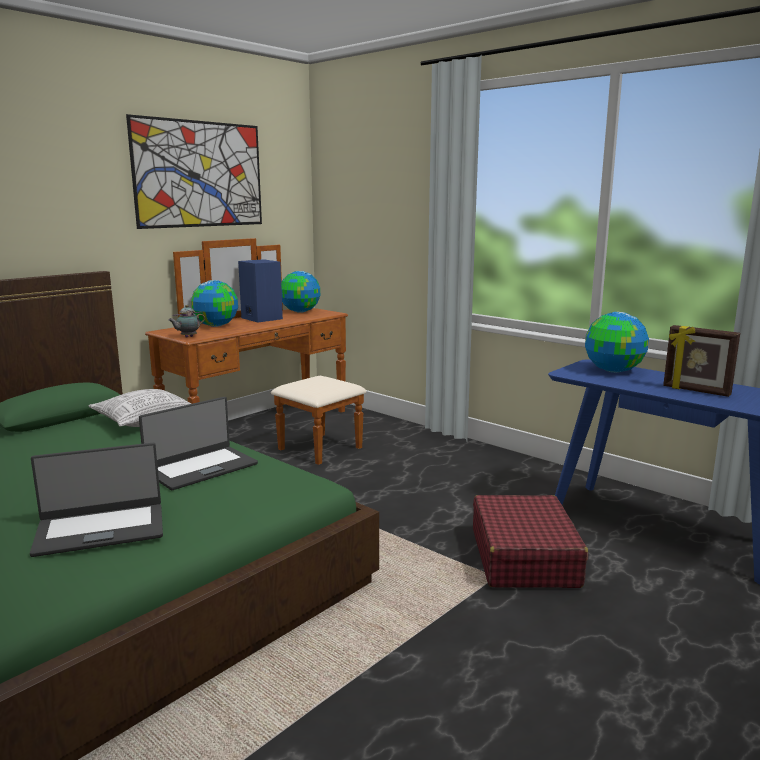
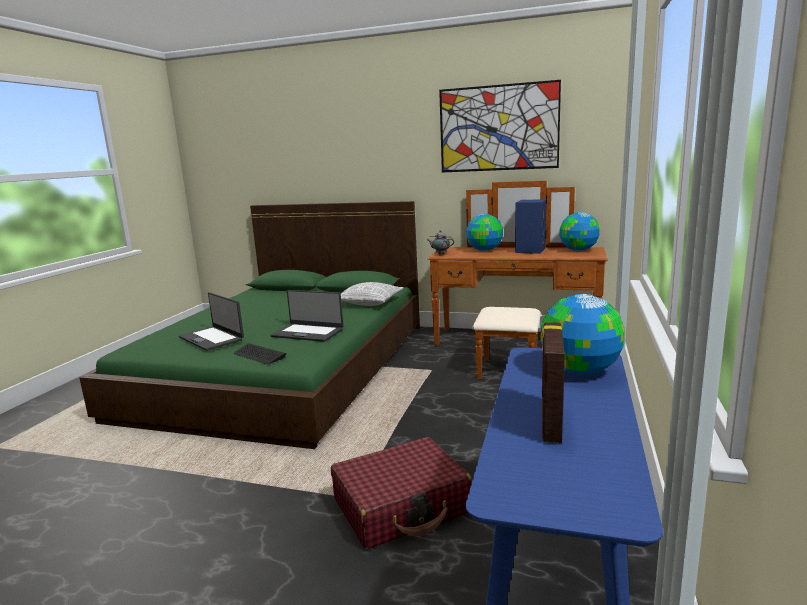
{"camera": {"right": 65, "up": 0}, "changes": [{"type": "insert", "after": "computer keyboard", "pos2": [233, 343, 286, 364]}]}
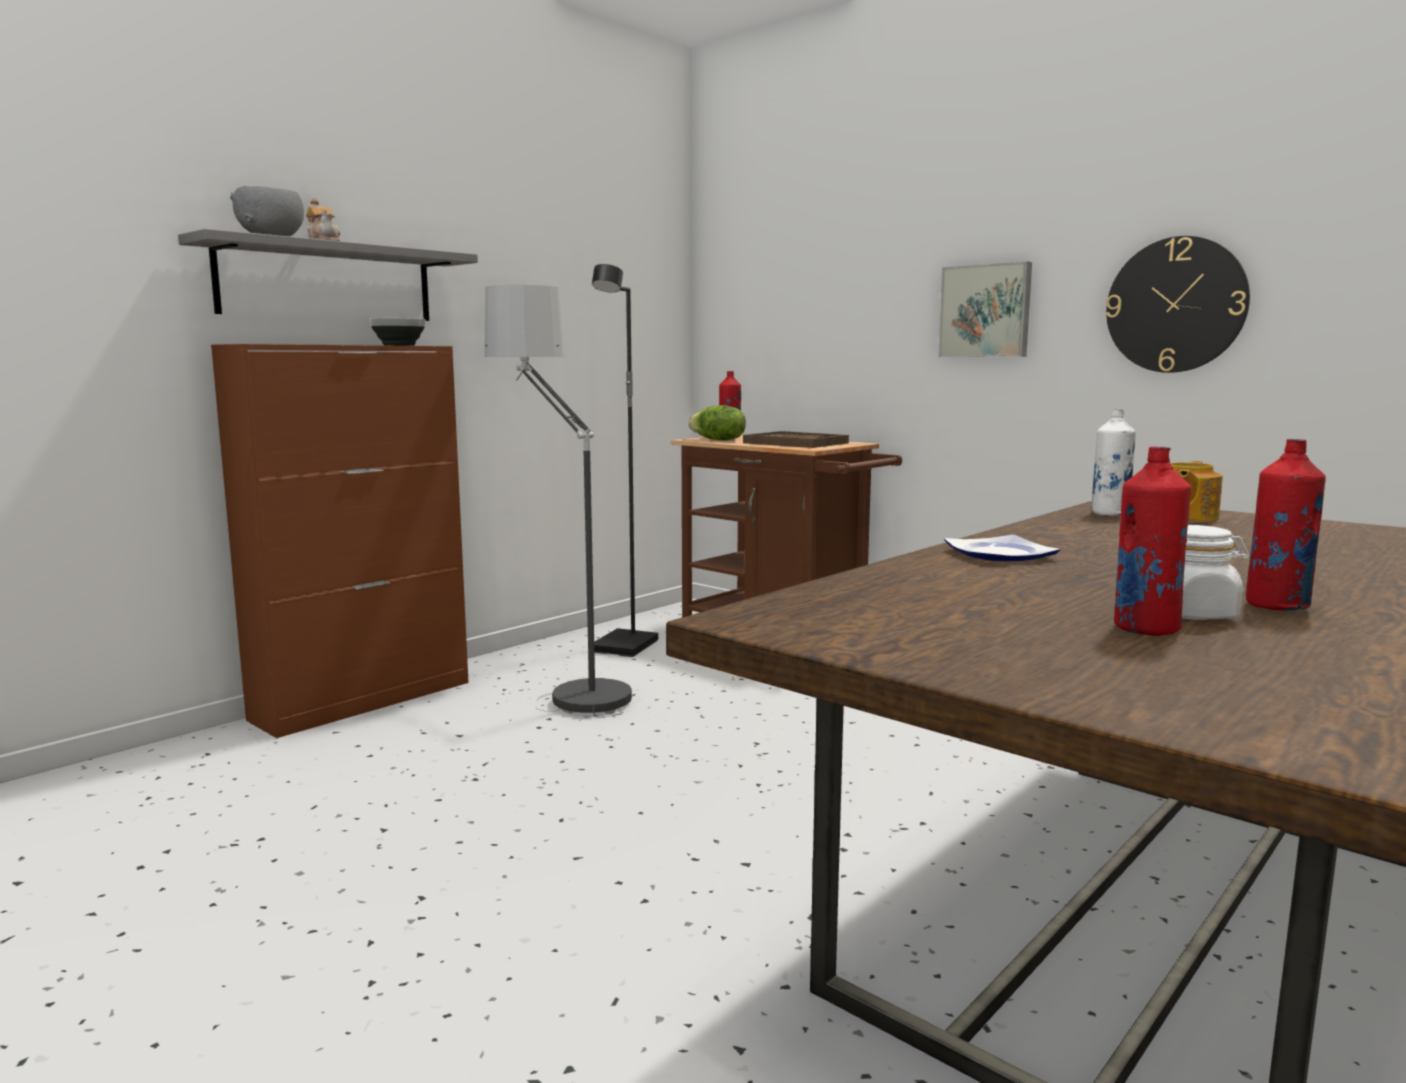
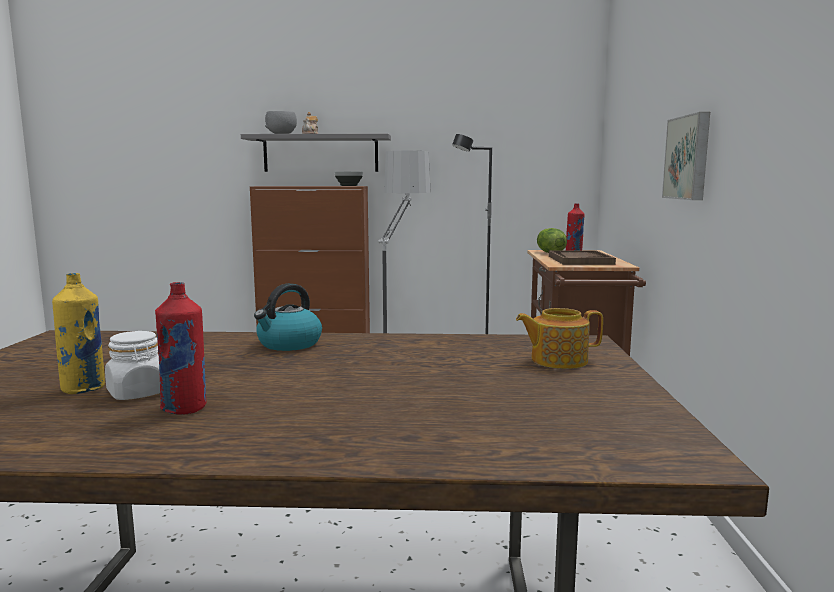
{"camera": {"right": 50, "up": 0}, "changes": [{"type": "delete", "before": "clock on the wall", "pos1": [1106, 236, 1250, 373]}, {"type": "delete", "before": "beverage bottle (white)", "pos1": [1091, 409, 1136, 516]}, {"type": "recolor", "before": "beverage bottle (reddish)", "after": "beverage bottle (yellowish)", "pos1": [1114, 447, 1191, 636], "pos2": [52, 273, 105, 394]}, {"type": "replace", "before": "flat dish", "after": "water kettle", "pos1": [944, 535, 1060, 561], "pos2": [254, 283, 322, 351]}]}
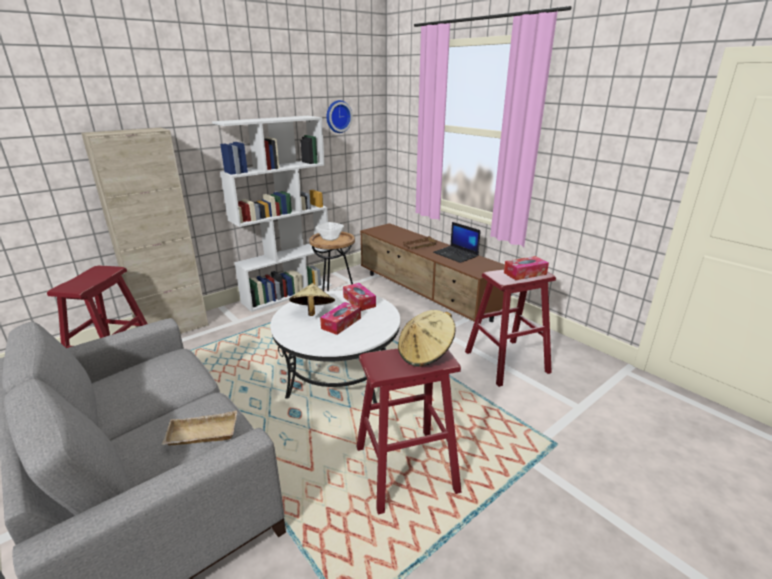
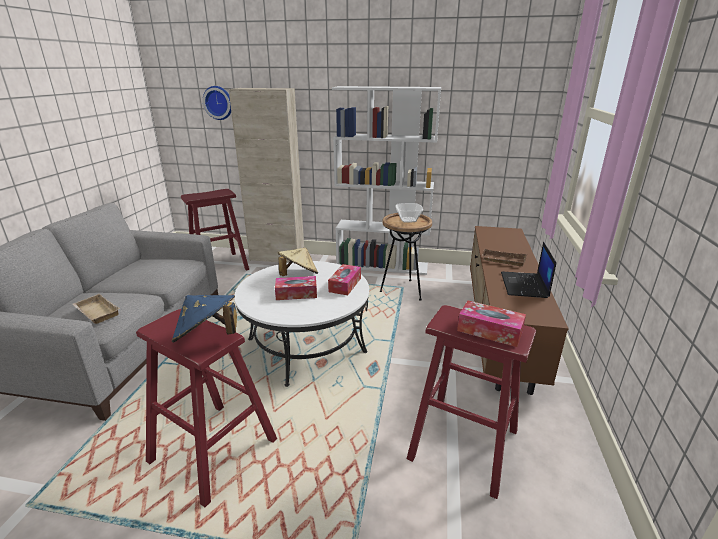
{"camera": {"right": 50, "up": 0}, "changes": [{"type": "move", "before": "clock on the wall", "pos1": [326, 100, 353, 133], "pos2": [203, 86, 231, 120]}, {"type": "recolor", "before": "wearable hat (beige-coloured)", "after": "wearable hat (bluish)", "pos1": [398, 310, 456, 367], "pos2": [172, 295, 237, 343]}]}
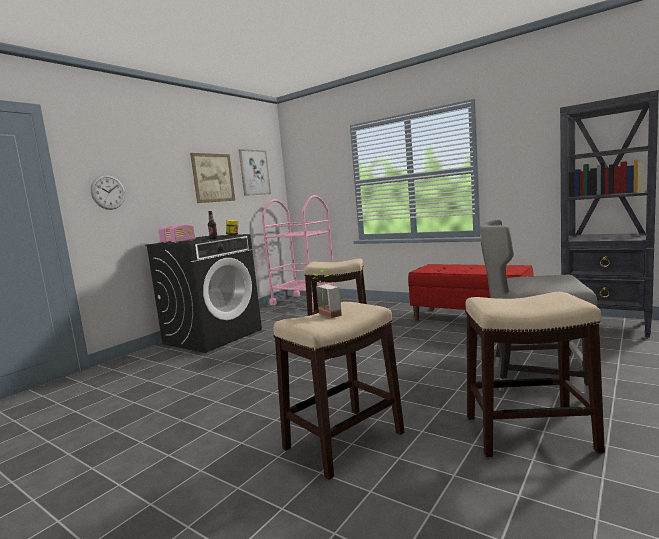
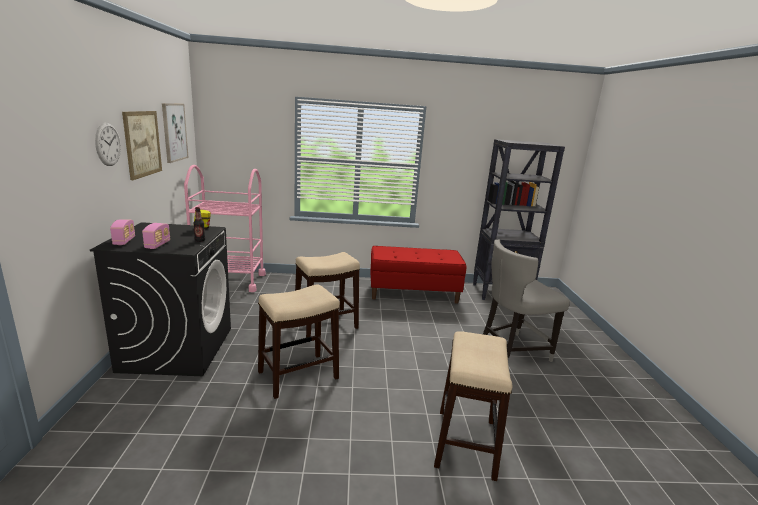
{"camera": {"right": -40, "up": 10}, "changes": [{"type": "move", "before": "clock on the wall", "pos1": [90, 175, 125, 210], "pos2": [95, 122, 121, 166]}, {"type": "delete", "before": "plant in a pot", "pos1": [312, 270, 342, 318]}, {"type": "move", "before": "stool seat", "pos1": [465, 292, 605, 457], "pos2": [258, 285, 340, 399]}]}
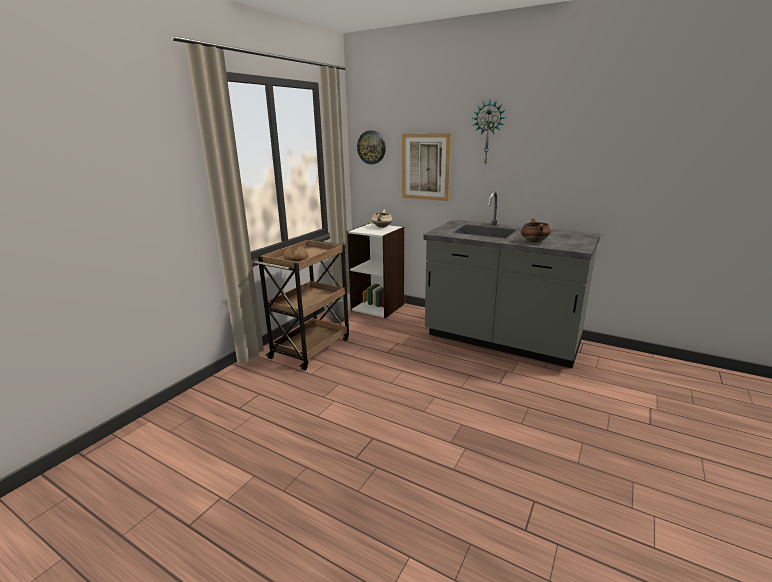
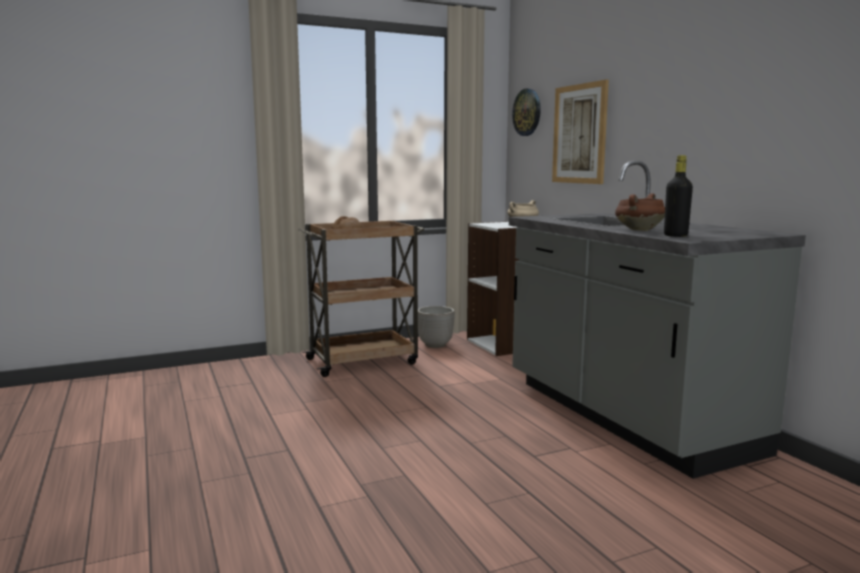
{"camera": {"right": 35, "up": -10}, "changes": [{"type": "delete", "before": "clock on the wall", "pos1": [472, 100, 506, 166]}, {"type": "insert", "after": "beverage bottle (black)", "pos2": [664, 155, 693, 237]}]}
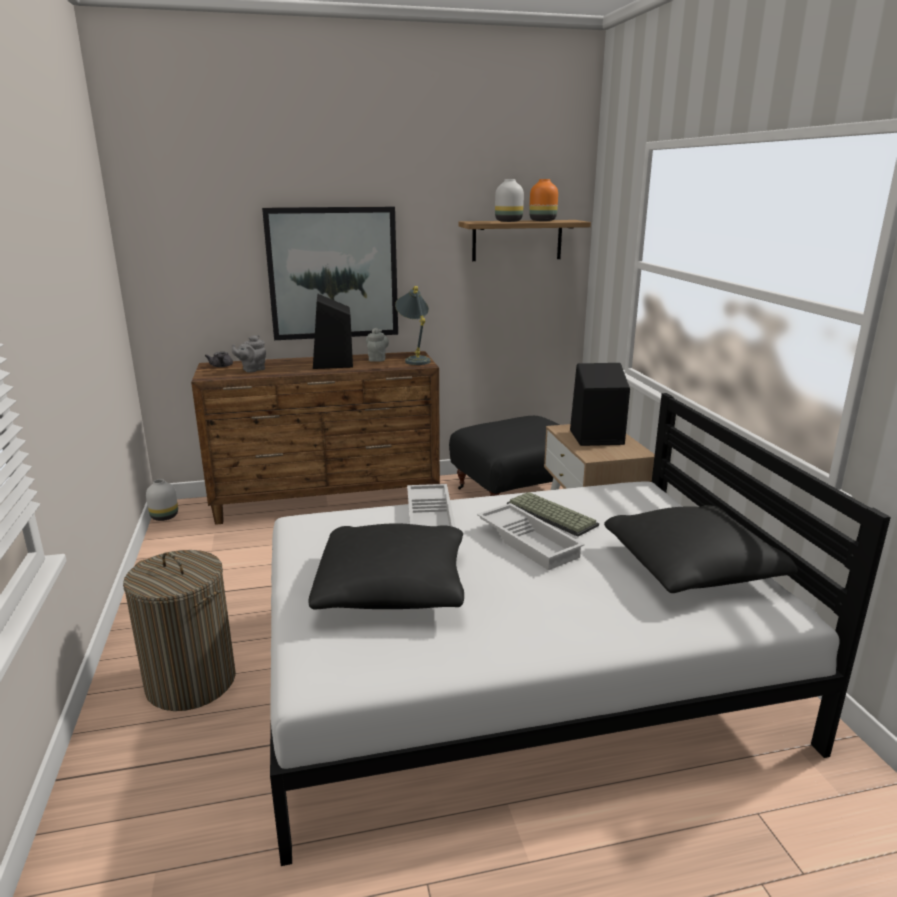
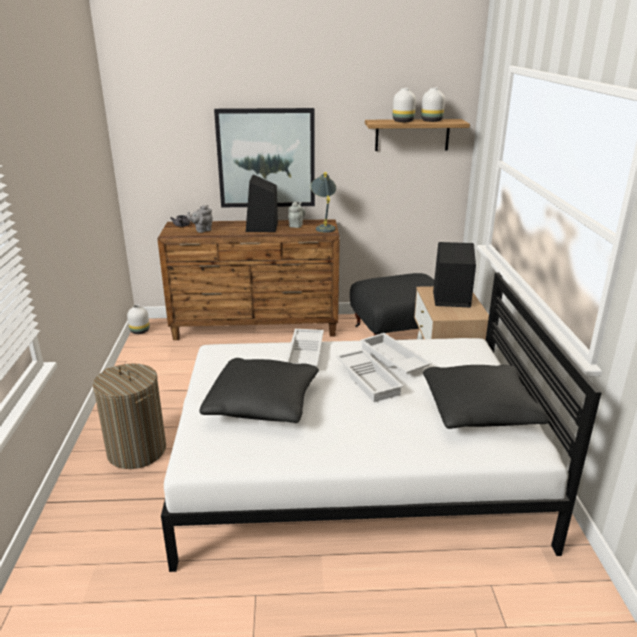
{"camera": {"right": 10, "up": 5}, "changes": [{"type": "recolor", "before": "decorative vase (orangey)", "after": "decorative vase (white)", "pos1": [529, 179, 558, 221], "pos2": [421, 87, 445, 122]}, {"type": "replace", "before": "computer keyboard", "after": "tray (white)", "pos1": [507, 492, 599, 537], "pos2": [360, 333, 431, 374]}]}
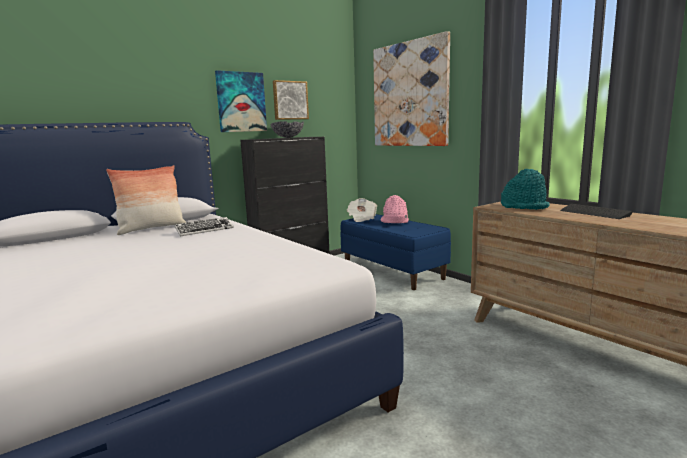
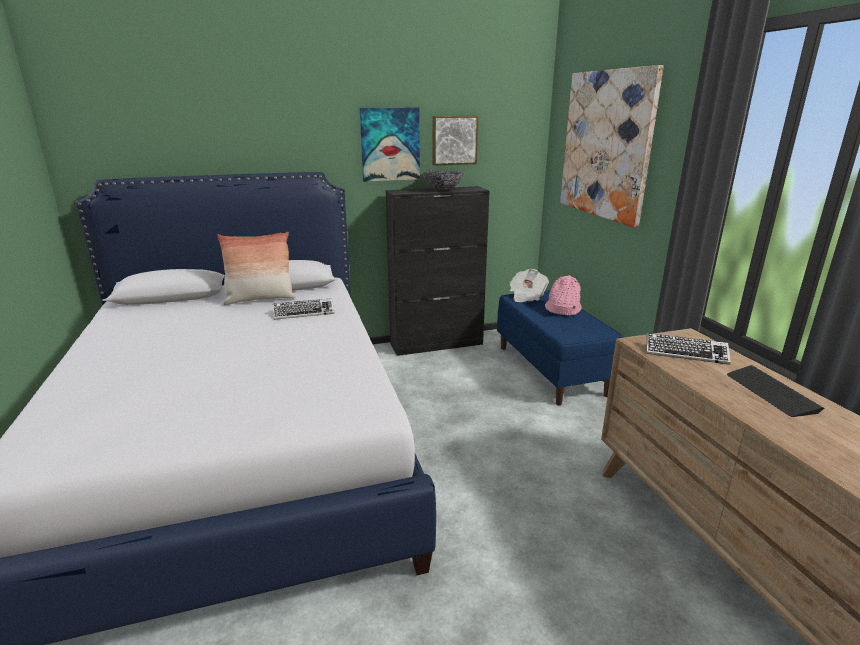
{"camera": {"right": 20, "up": 10}, "changes": [{"type": "replace", "before": "wearable hat (turquoise)", "after": "computer keyboard", "pos1": [501, 169, 550, 210], "pos2": [647, 333, 731, 365]}]}
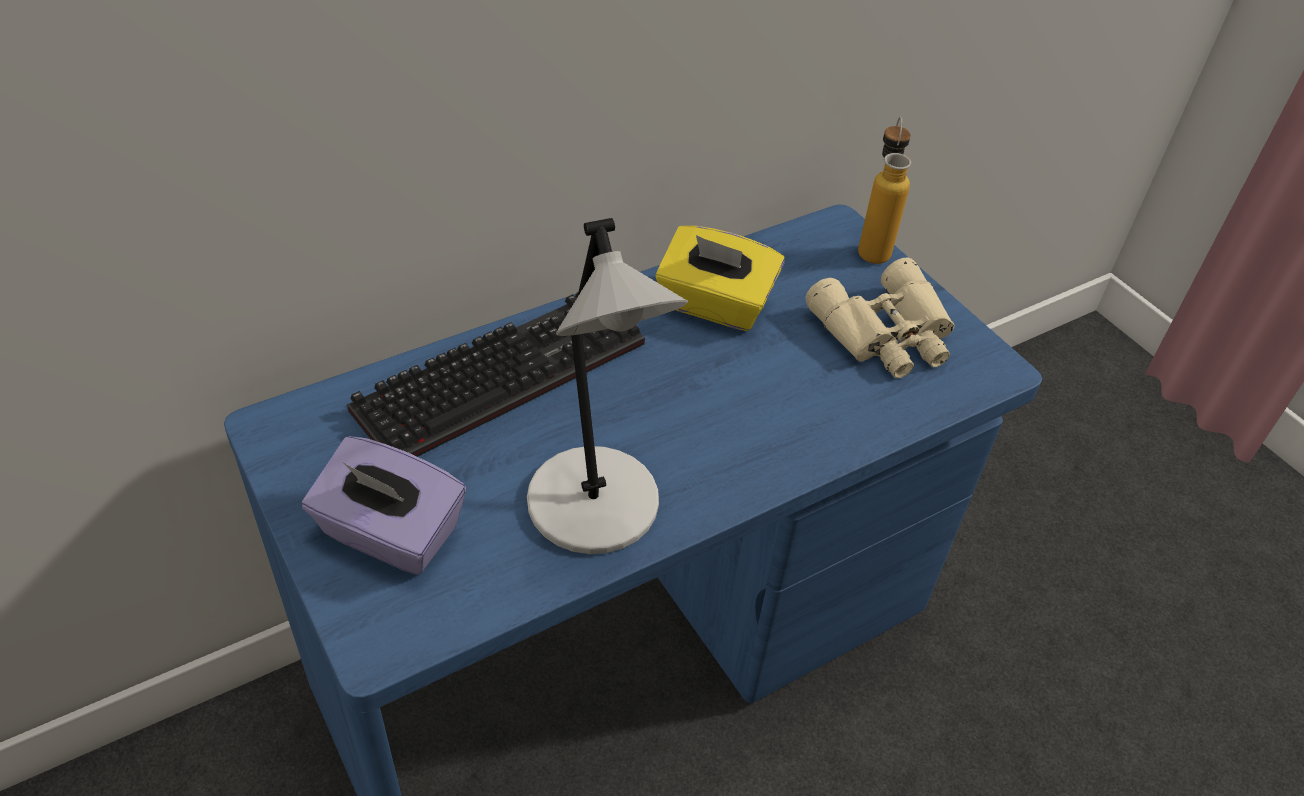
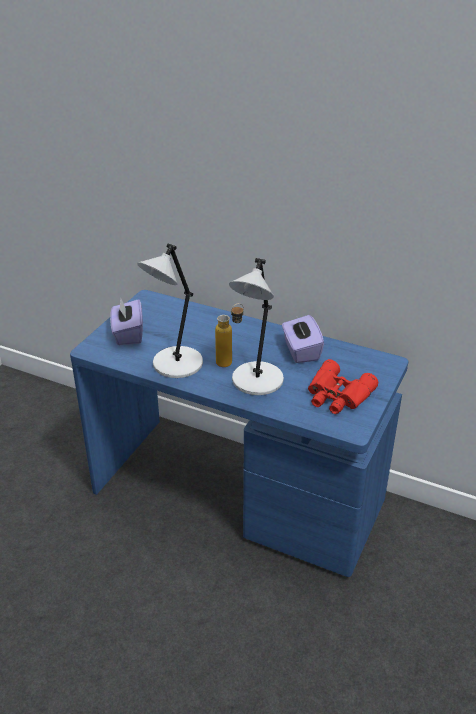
{"camera": {"right": 60, "up": -10}, "changes": [{"type": "move", "before": "beverage bottle", "pos1": [858, 117, 911, 264], "pos2": [215, 303, 244, 367]}, {"type": "recolor", "before": "box of tissues (yellowish)", "after": "box of tissues (purplish)", "pos1": [655, 226, 785, 331], "pos2": [282, 315, 324, 363]}, {"type": "recolor", "before": "pair of binoculars (beige-coloured)", "after": "pair of binoculars (reddish)", "pos1": [806, 258, 954, 378], "pos2": [308, 359, 378, 414]}, {"type": "delete", "before": "computer keyboard", "pos1": [347, 292, 645, 457]}, {"type": "insert", "after": "lamp for a table (gray)", "pos2": [229, 258, 284, 395]}]}
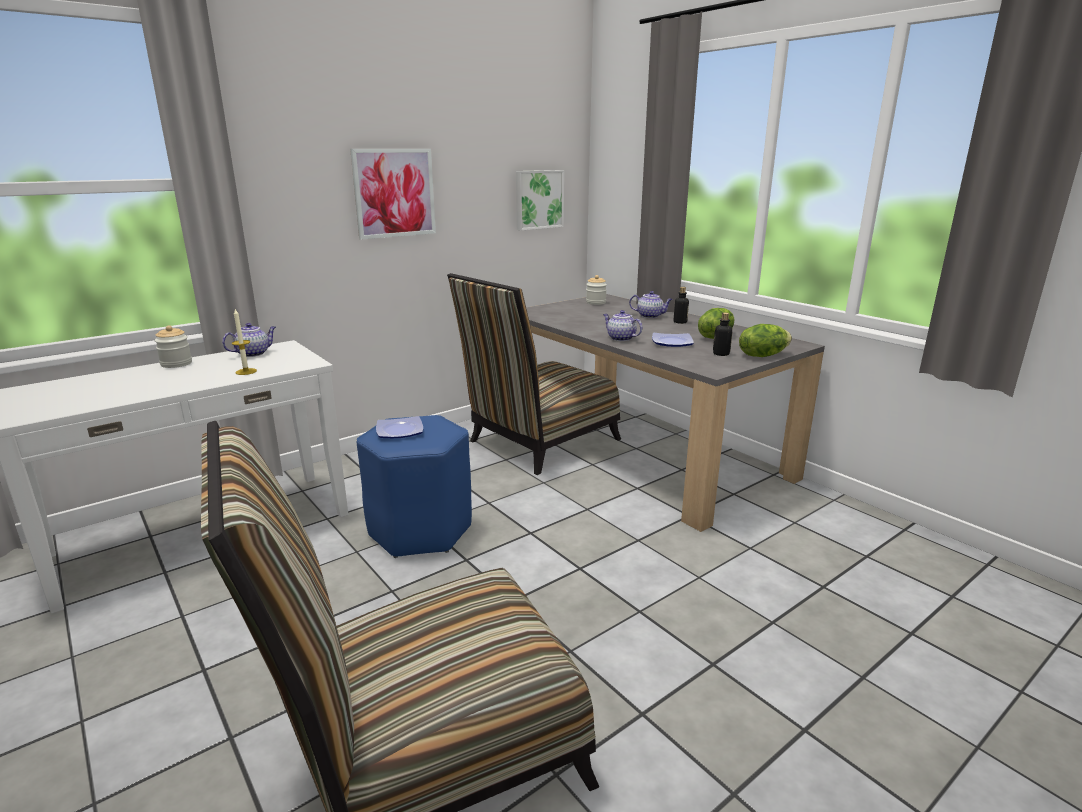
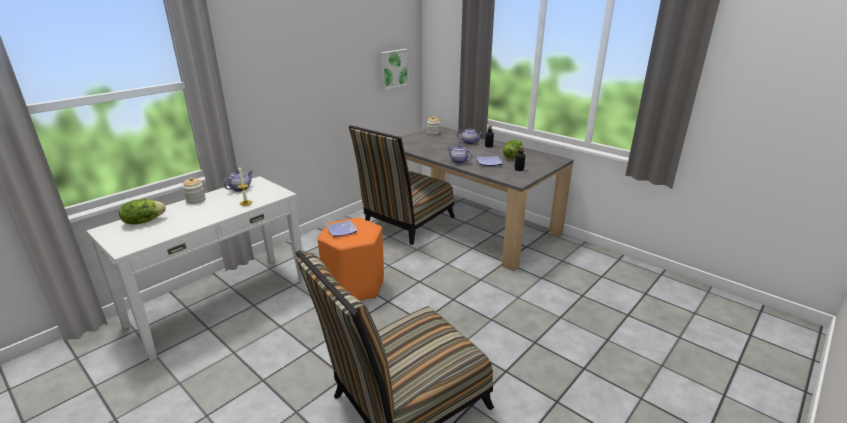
{"camera": {"right": -10, "up": 5}, "changes": [{"type": "delete", "before": "wall art", "pos1": [350, 149, 436, 240]}, {"type": "move", "before": "head of lettuce", "pos1": [739, 324, 792, 357], "pos2": [119, 199, 166, 225]}, {"type": "recolor", "before": "stool seat (bluish)", "after": "stool seat (orangey)", "pos1": [357, 415, 472, 558], "pos2": [318, 218, 384, 301]}]}
